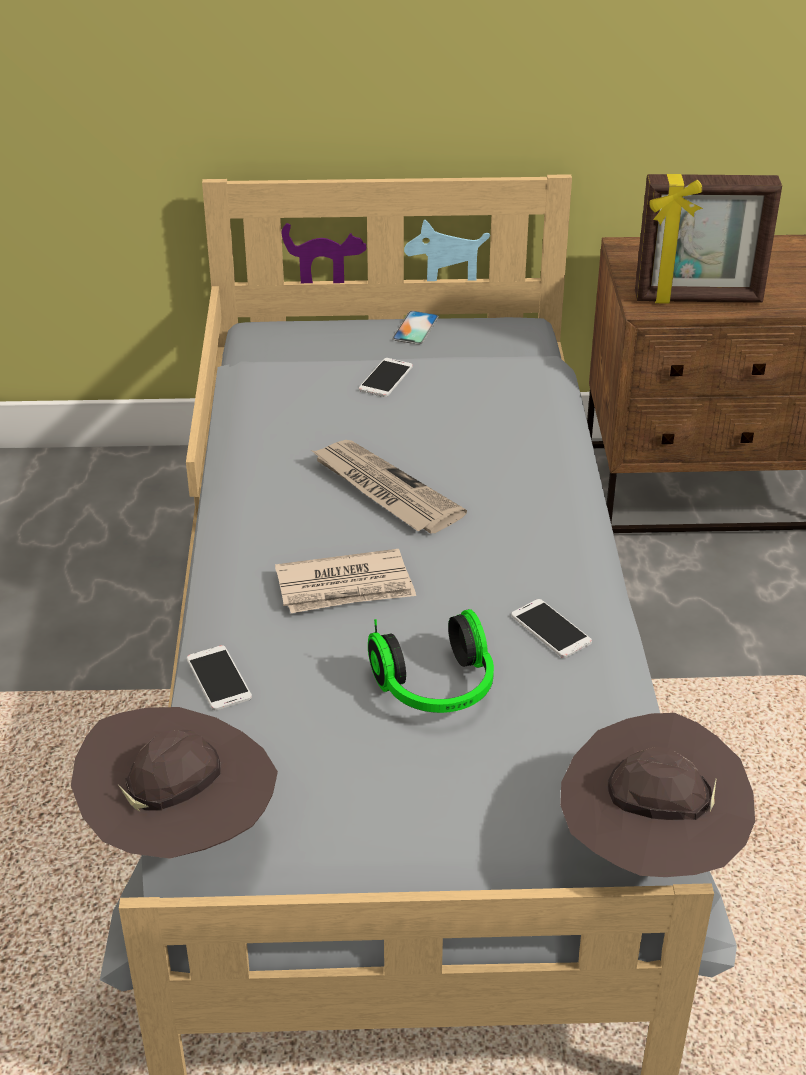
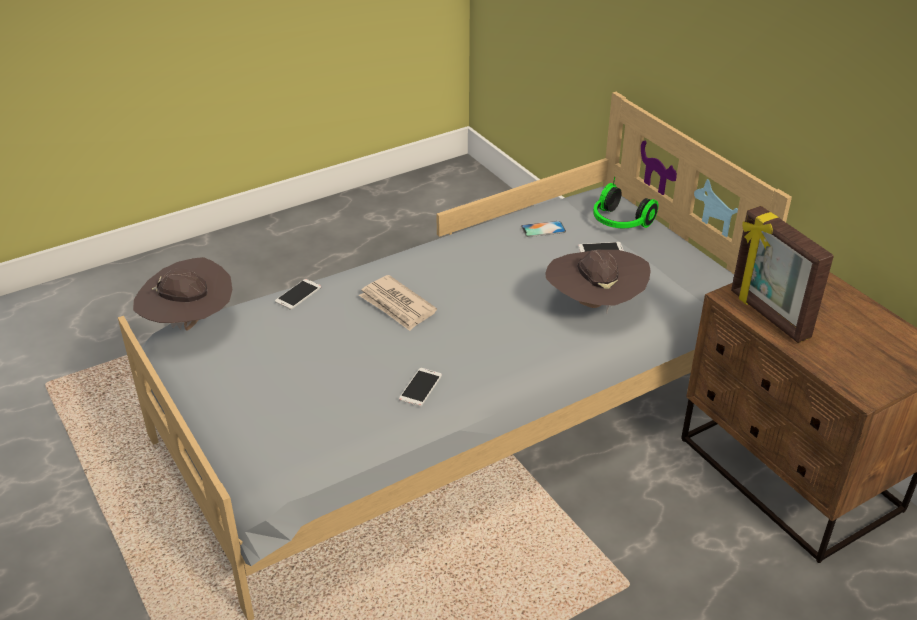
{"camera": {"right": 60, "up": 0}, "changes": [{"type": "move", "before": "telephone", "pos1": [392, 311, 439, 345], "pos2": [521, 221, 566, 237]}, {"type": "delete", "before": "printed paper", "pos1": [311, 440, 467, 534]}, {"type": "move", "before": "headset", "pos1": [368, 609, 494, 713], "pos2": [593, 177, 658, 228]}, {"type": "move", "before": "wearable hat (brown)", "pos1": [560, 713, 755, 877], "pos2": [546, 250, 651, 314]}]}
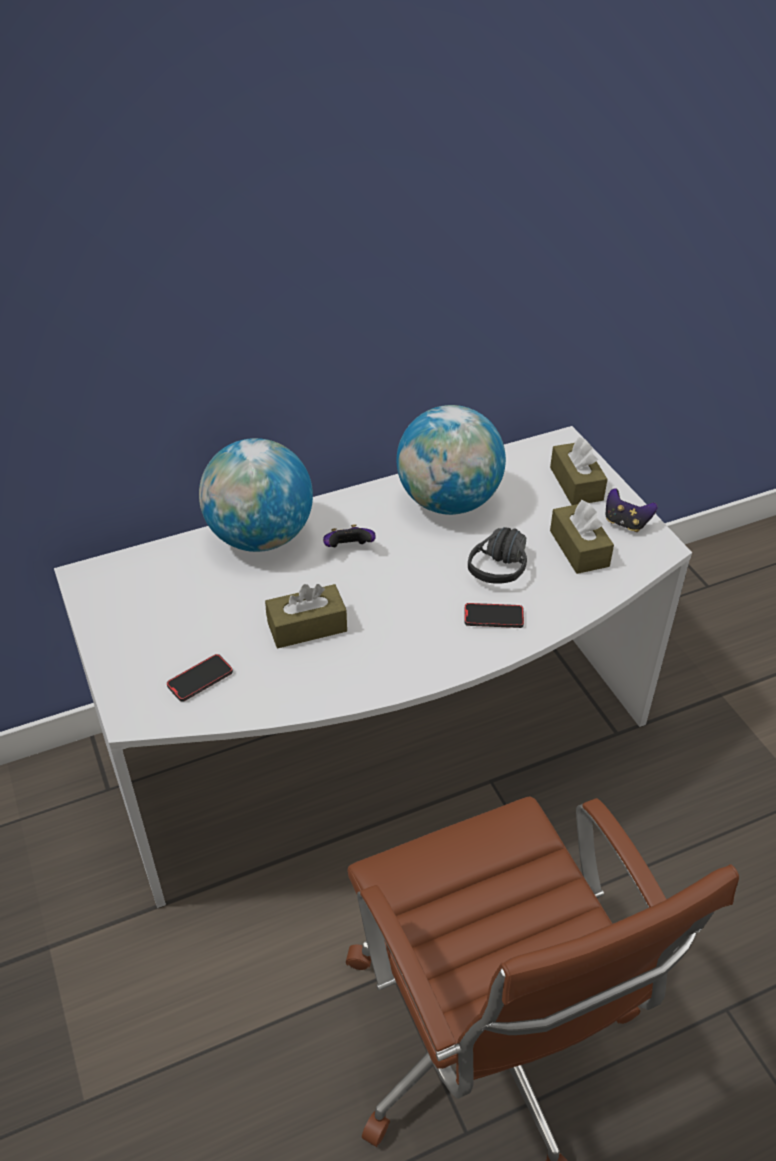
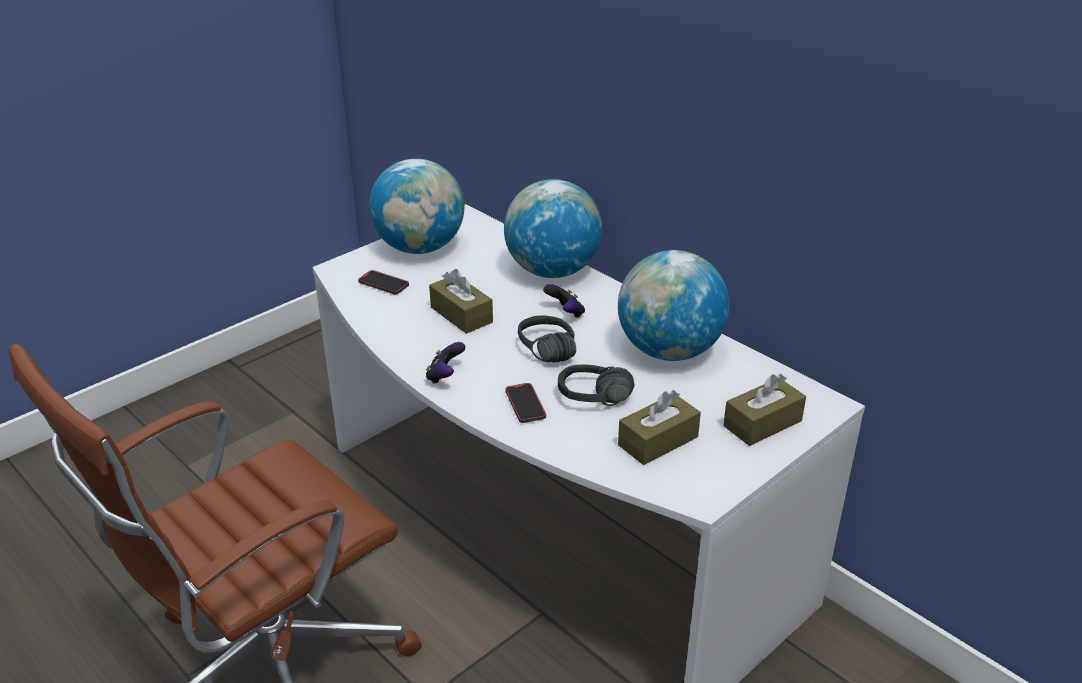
{"camera": {"right": 70, "up": -10}, "changes": [{"type": "move", "before": "game controller", "pos1": [606, 488, 657, 532], "pos2": [426, 342, 465, 384]}, {"type": "insert", "after": "desk globe", "pos2": [369, 159, 464, 254]}, {"type": "insert", "after": "headset (black)", "pos2": [518, 315, 576, 362]}]}
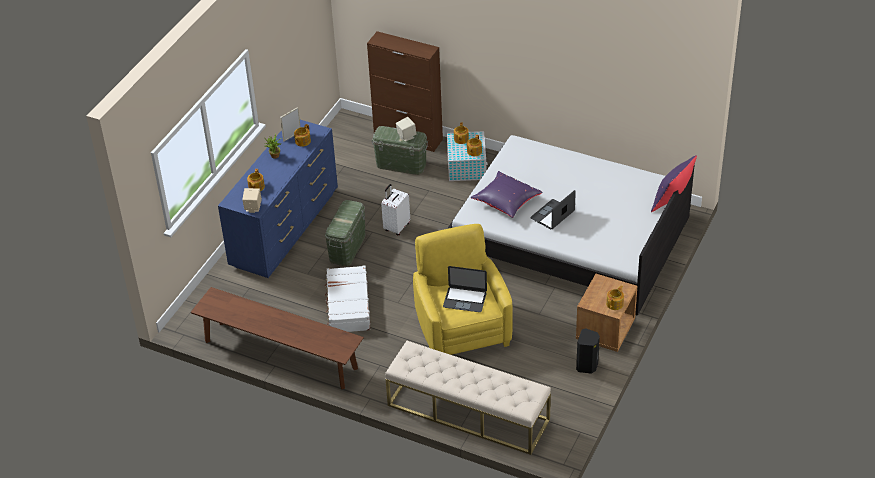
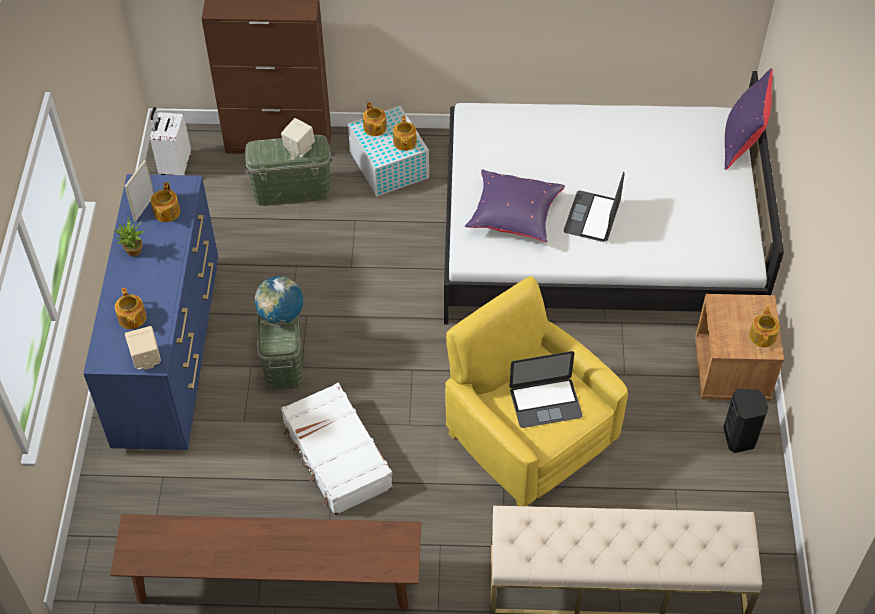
{"camera": {"right": -25, "up": 10}, "changes": [{"type": "move", "before": "suitcase (white)", "pos1": [381, 184, 410, 235], "pos2": [150, 107, 191, 175]}, {"type": "insert", "after": "desk globe", "pos2": [255, 276, 303, 324]}]}
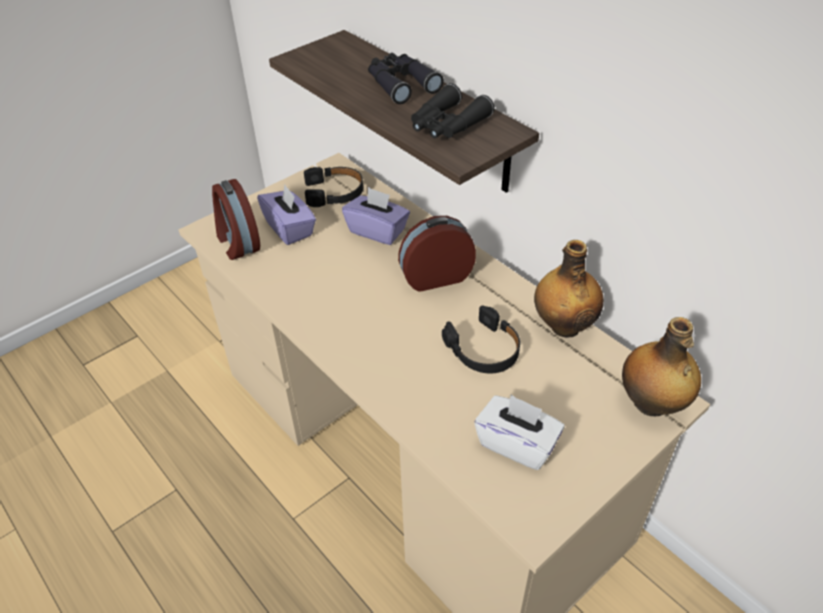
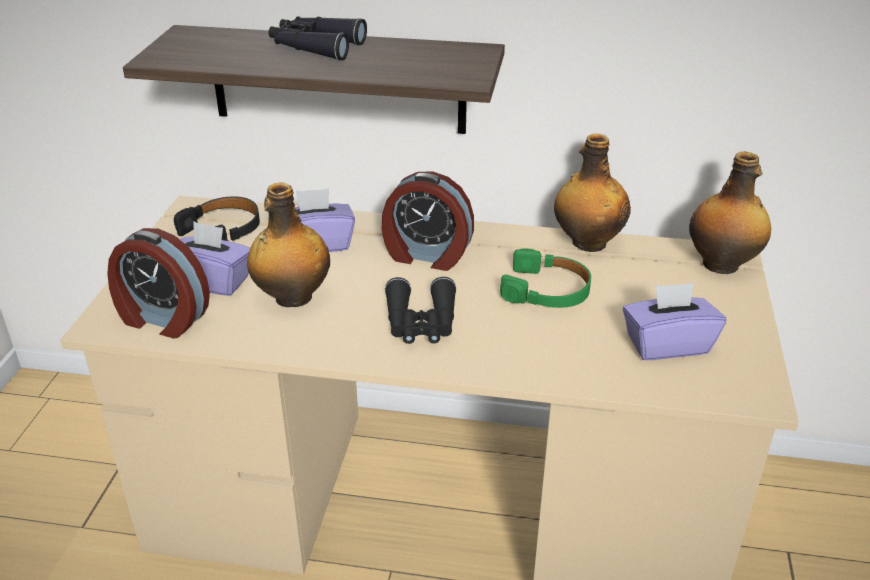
{"camera": {"right": -40, "up": -10}, "changes": [{"type": "move", "before": "pair of binoculars (black)", "pos1": [411, 83, 495, 138], "pos2": [385, 277, 457, 344]}, {"type": "rotate", "before": "bedside clock", "pos1": [398, 216, 476, 291], "pos2": [382, 171, 474, 271], "turn": -105}, {"type": "recolor", "before": "headset (black)", "after": "headset (green-coloured)", "pos1": [442, 305, 520, 373], "pos2": [500, 248, 591, 308]}, {"type": "recolor", "before": "box of tissues (white)", "after": "box of tissues (purplish)", "pos1": [475, 395, 564, 470], "pos2": [623, 283, 726, 360]}, {"type": "insert", "after": "beverage bottle", "pos2": [247, 182, 330, 307]}]}
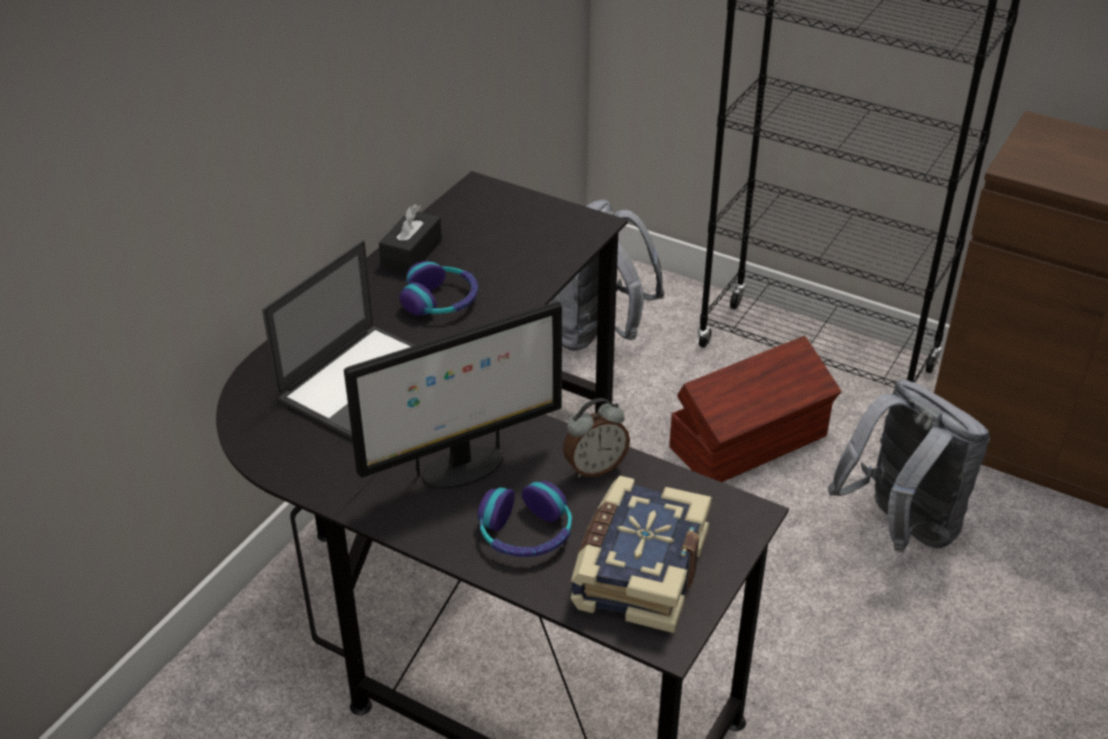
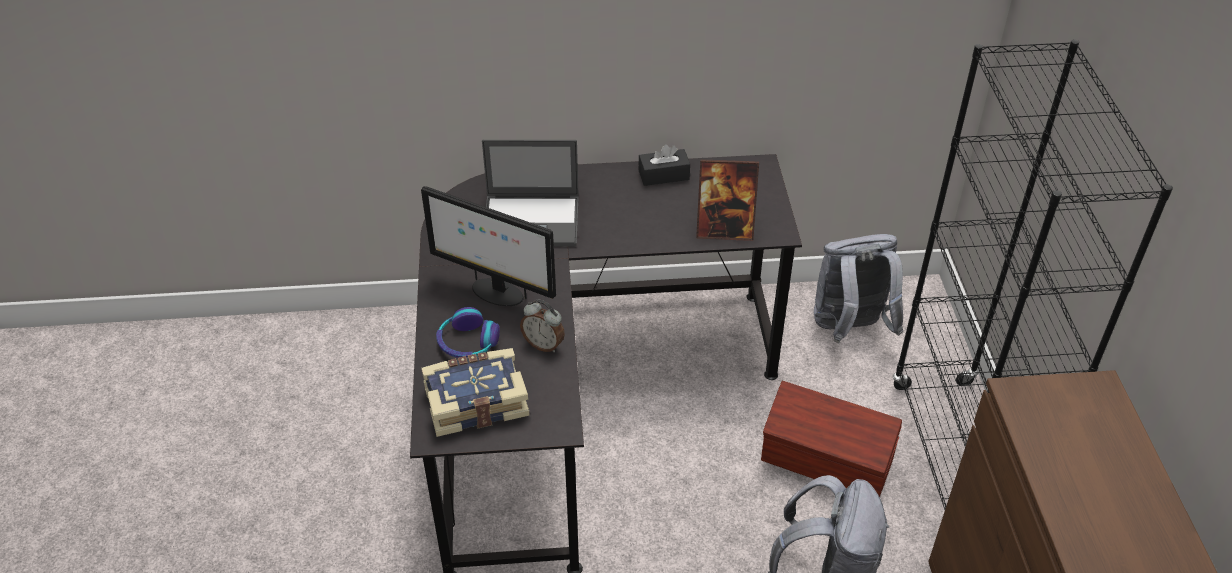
{"camera": {"right": 55, "up": 5}, "changes": [{"type": "delete", "before": "headset", "pos1": [399, 261, 478, 316]}, {"type": "insert", "after": "standing frame", "pos2": [696, 159, 759, 241]}]}
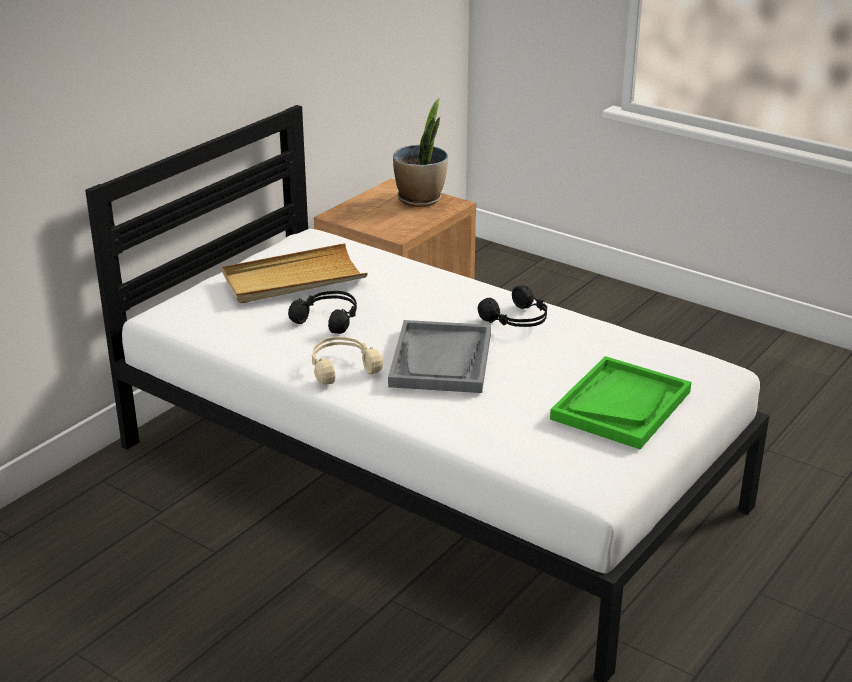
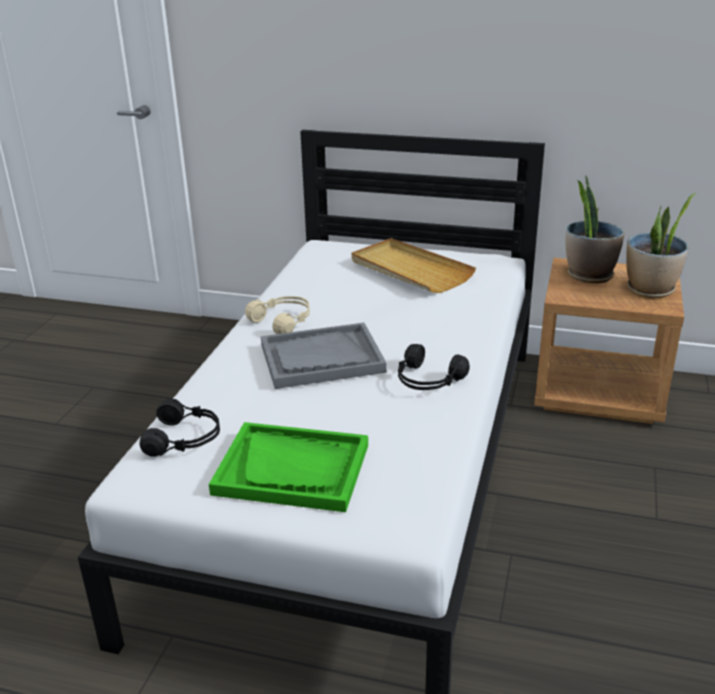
{"camera": {"right": 70, "up": 0}, "changes": [{"type": "move", "before": "headset (black)", "pos1": [288, 291, 357, 334], "pos2": [139, 399, 220, 457]}, {"type": "insert", "after": "plant in a pot", "pos2": [565, 175, 625, 284]}]}
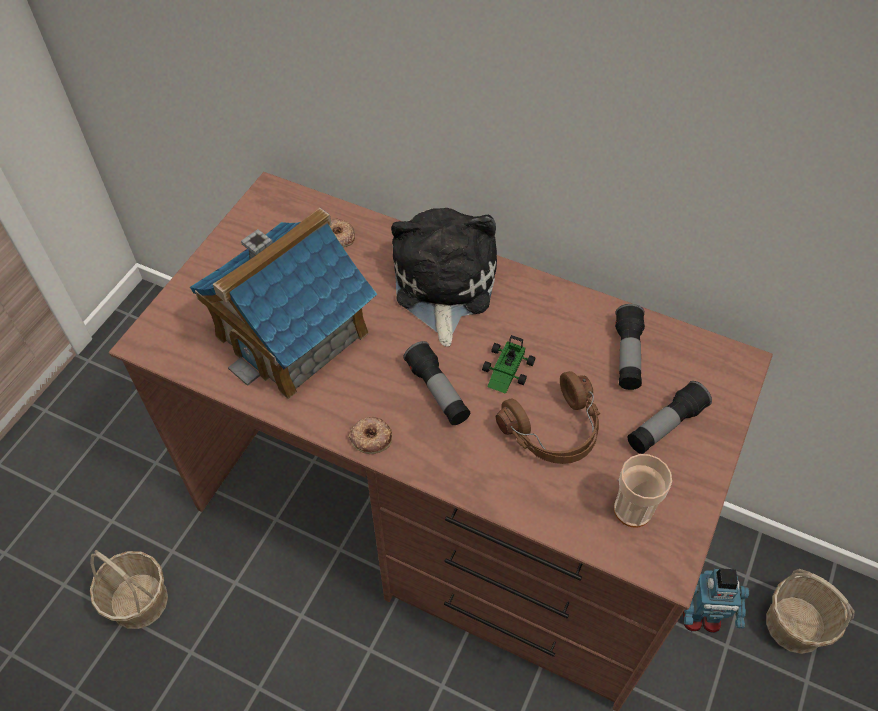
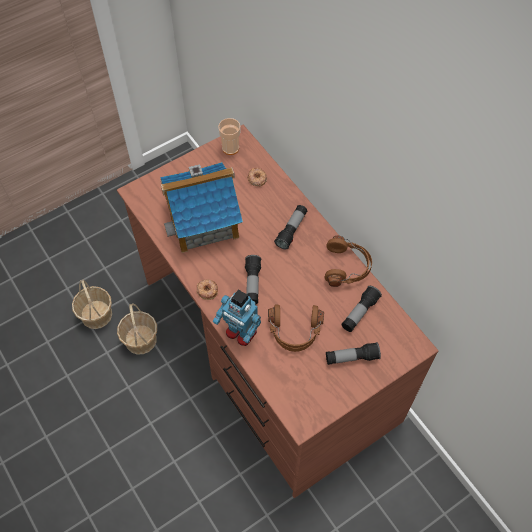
{"camera": {"right": 30, "up": 5}, "changes": [{"type": "replace", "before": "soft toy", "after": "flashlight", "pos1": [391, 208, 497, 347], "pos2": [274, 205, 307, 250]}, {"type": "delete", "before": "miniature car", "pos1": [482, 335, 536, 394]}, {"type": "move", "before": "cup", "pos1": [614, 454, 672, 528], "pos2": [218, 118, 240, 155]}, {"type": "move", "before": "toy robot", "pos1": [683, 568, 749, 633], "pos2": [213, 289, 261, 346]}, {"type": "move", "before": "household basket", "pos1": [766, 569, 855, 654], "pos2": [117, 303, 157, 355]}, {"type": "insert", "after": "headset (brown)", "pos2": [325, 236, 372, 287]}]}
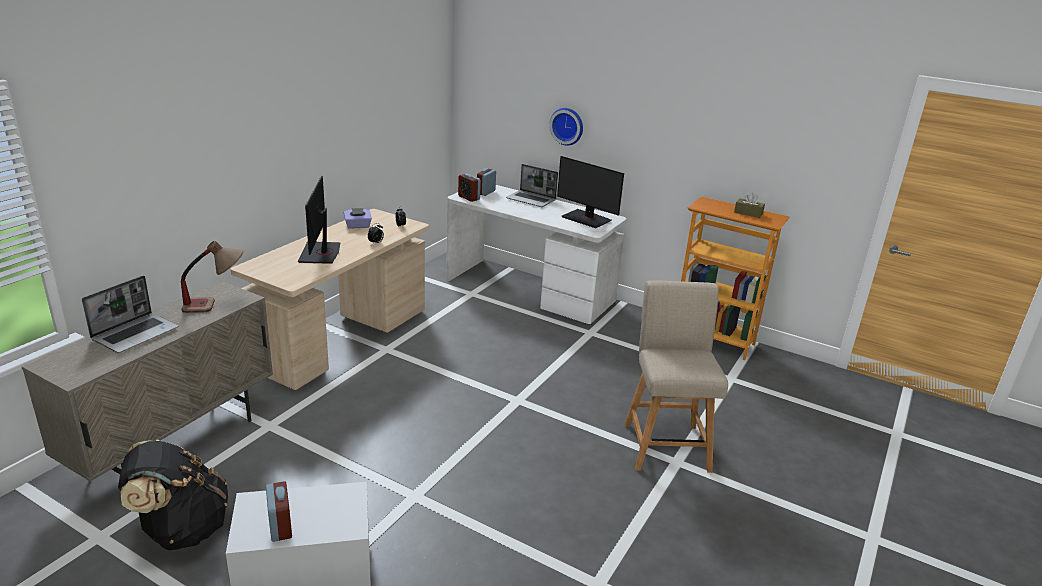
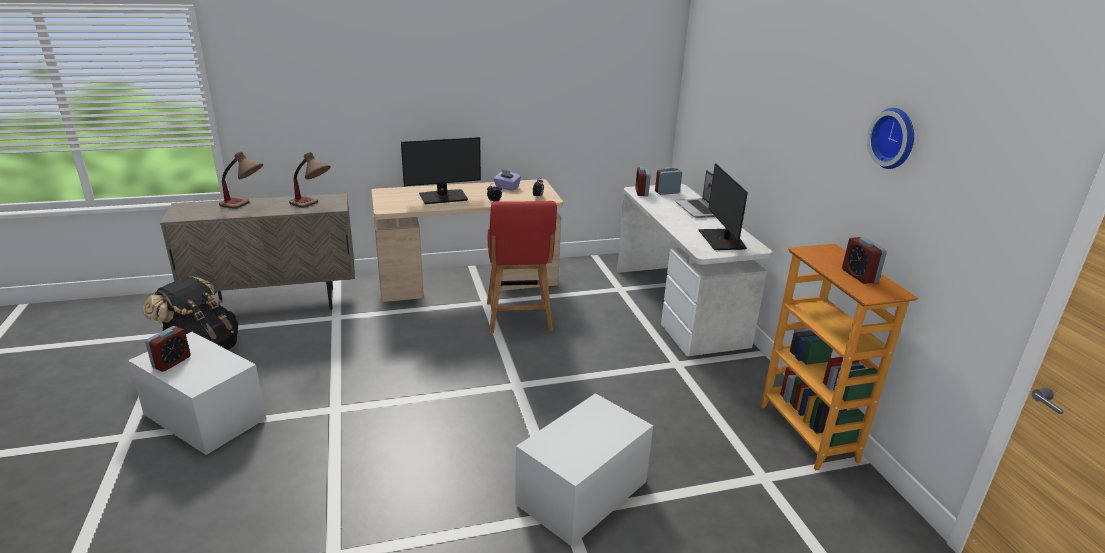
{"camera": {"right": 45, "up": 0}, "changes": [{"type": "move", "before": "clock on the wall", "pos1": [549, 108, 583, 146], "pos2": [867, 108, 914, 169]}, {"type": "rotate", "before": "monitor", "pos1": [298, 176, 340, 264], "pos2": [401, 137, 481, 204], "turn": -150}, {"type": "replace", "before": "box of tissues (brown)", "after": "bedside clock", "pos1": [734, 193, 765, 218], "pos2": [842, 237, 887, 284]}, {"type": "replace", "before": "laptop", "after": "lamp for a table", "pos1": [82, 276, 178, 353], "pos2": [219, 152, 263, 209]}, {"type": "replace", "before": "chair (beige-coloured)", "after": "storage bin (white)", "pos1": [625, 280, 728, 473], "pos2": [515, 393, 653, 547]}, {"type": "insert", "after": "chair (reddish)", "pos2": [487, 201, 557, 333]}]}
